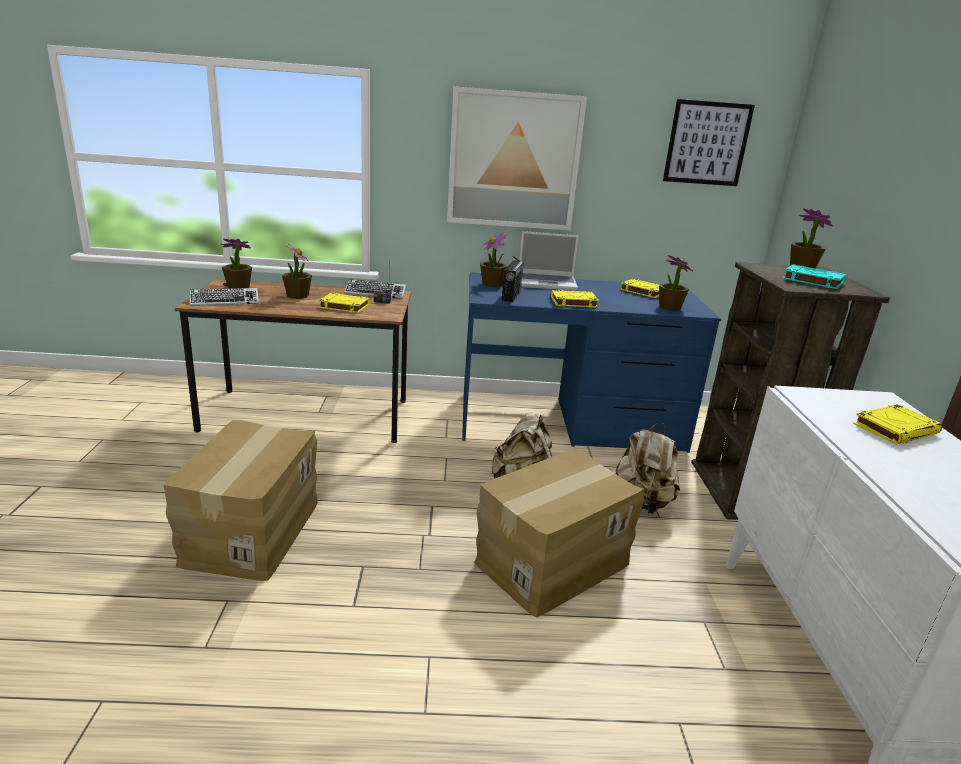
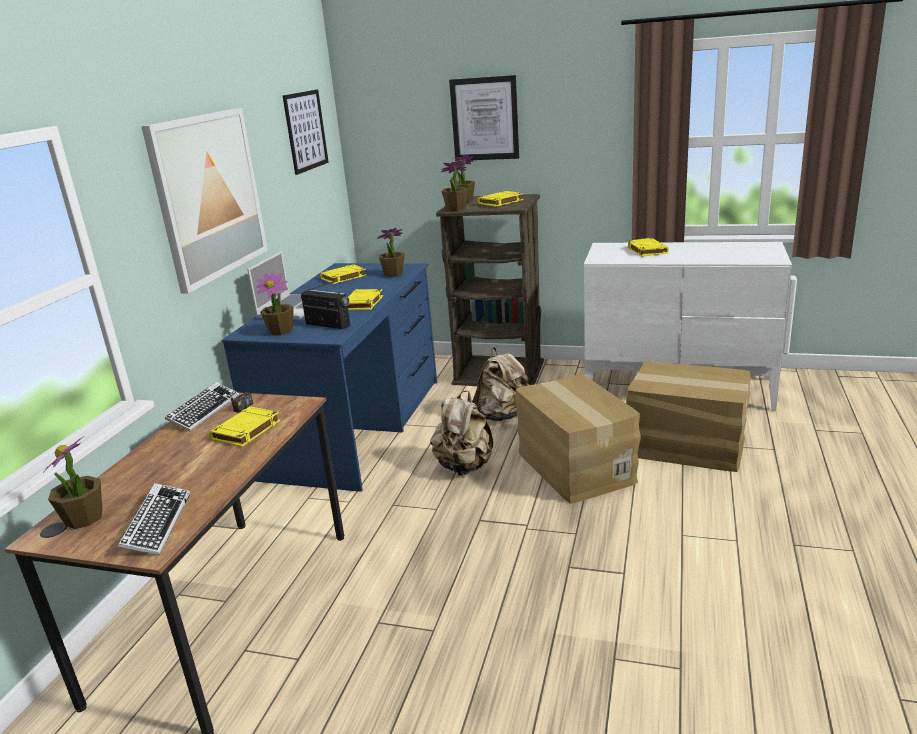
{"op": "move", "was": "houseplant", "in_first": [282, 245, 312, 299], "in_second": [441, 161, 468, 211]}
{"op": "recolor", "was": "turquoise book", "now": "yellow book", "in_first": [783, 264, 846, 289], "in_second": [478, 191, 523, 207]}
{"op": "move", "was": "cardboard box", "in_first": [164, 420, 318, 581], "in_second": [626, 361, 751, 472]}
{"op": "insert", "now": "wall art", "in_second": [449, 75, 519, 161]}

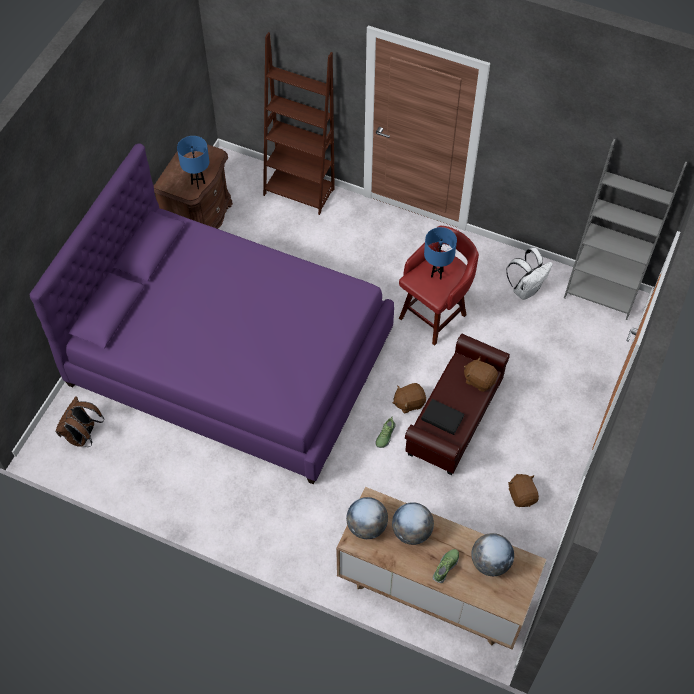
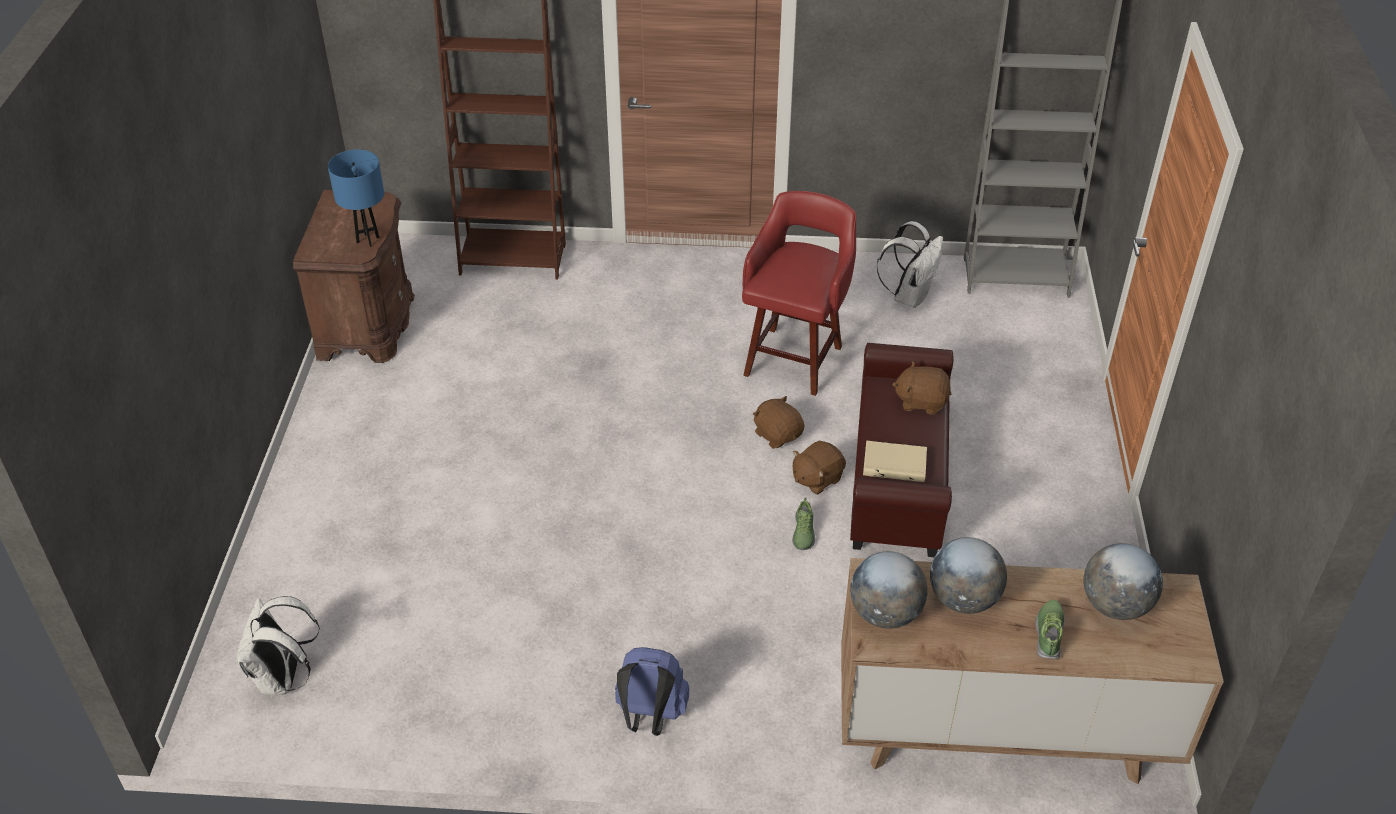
{"op": "delete", "was": "purple bedroom bed", "in_first": [30, 144, 394, 484]}
{"op": "delete", "was": "blue-coloured lamp for a table", "in_first": [424, 227, 457, 279]}
{"op": "recolor", "was": "brown-coloured knapsack", "now": "white-coloured knapsack", "in_first": [56, 396, 104, 447], "in_second": [237, 596, 320, 695]}
{"op": "recolor", "was": "black book", "now": "beige-coloured book", "in_first": [421, 399, 465, 435], "in_second": [863, 440, 927, 482]}
{"op": "move", "was": "brown-coloured soft toy", "in_first": [508, 474, 539, 507], "in_second": [753, 396, 804, 449]}
{"op": "insert", "now": "blue-coloured knapsack", "in_second": [615, 647, 689, 736]}

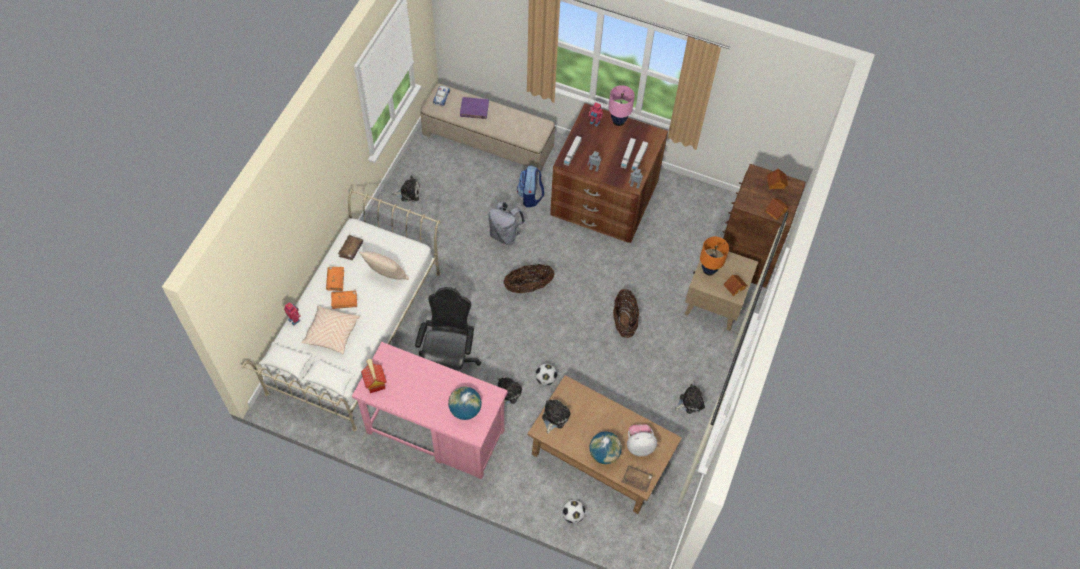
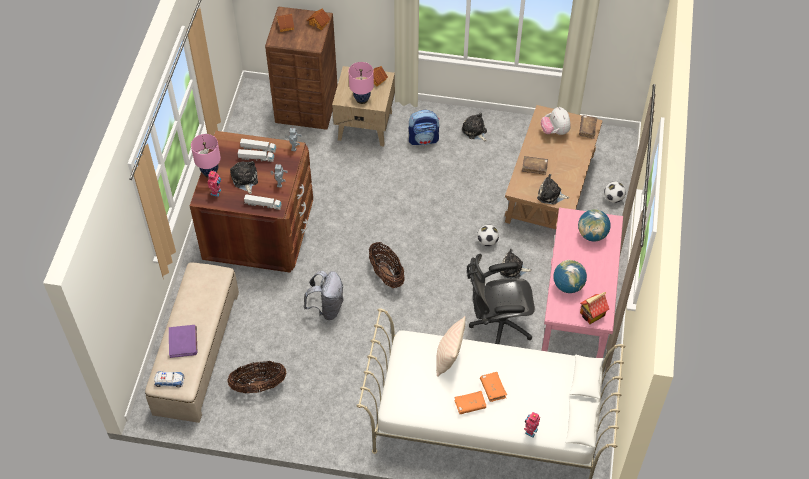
{"op": "move", "was": "knapsack", "in_first": [517, 166, 544, 207], "in_second": [409, 110, 440, 145]}
{"op": "move", "was": "soft toy", "in_first": [393, 176, 420, 202], "in_second": [230, 161, 258, 194]}
{"op": "move", "was": "brown-coloured book", "in_first": [338, 235, 363, 260], "in_second": [522, 156, 548, 175]}
{"op": "recolor", "was": "orangey lamp for a table", "now": "pink-coloured lamp for a table", "in_first": [700, 237, 729, 275], "in_second": [349, 62, 374, 104]}
{"op": "move", "was": "basket", "in_first": [613, 289, 639, 338], "in_second": [227, 361, 286, 393]}
{"op": "delete", "was": "beige-coloured pillow", "in_first": [301, 306, 360, 354]}
{"op": "move", "was": "desk globe", "in_first": [590, 432, 622, 464], "in_second": [553, 260, 587, 293]}

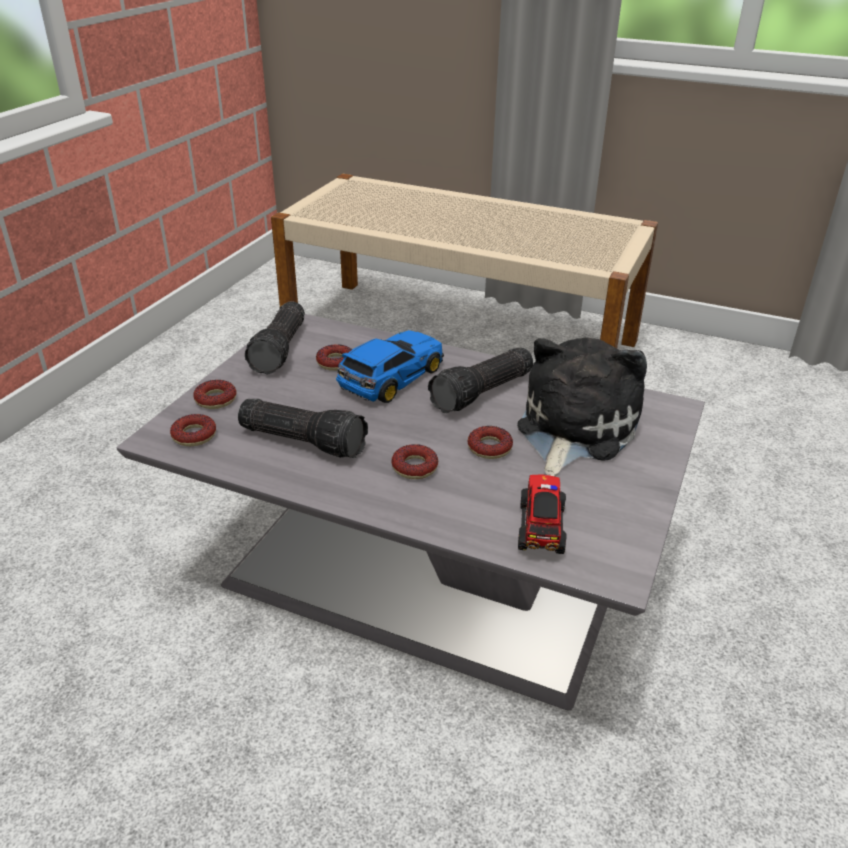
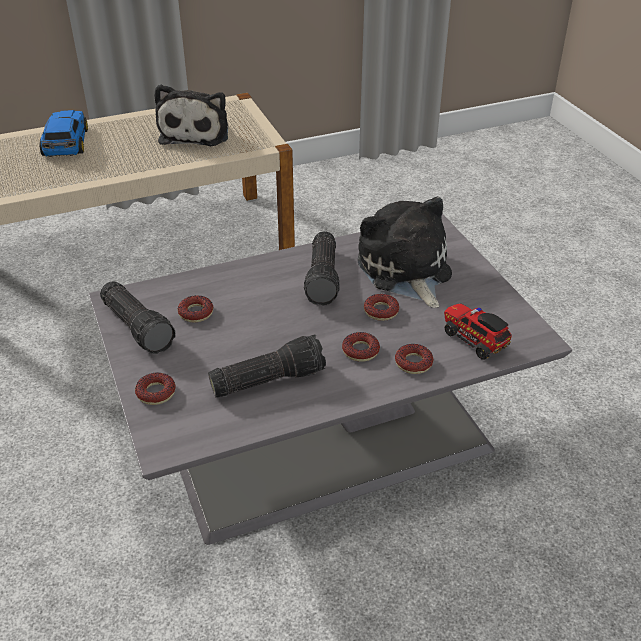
{"op": "move", "was": "miniature car", "in_first": [336, 330, 444, 403], "in_second": [39, 110, 88, 157]}
{"op": "move", "was": "doughnut", "in_first": [170, 414, 216, 446], "in_second": [395, 344, 433, 374]}
{"op": "insert", "now": "soft toy", "in_second": [154, 84, 228, 146]}

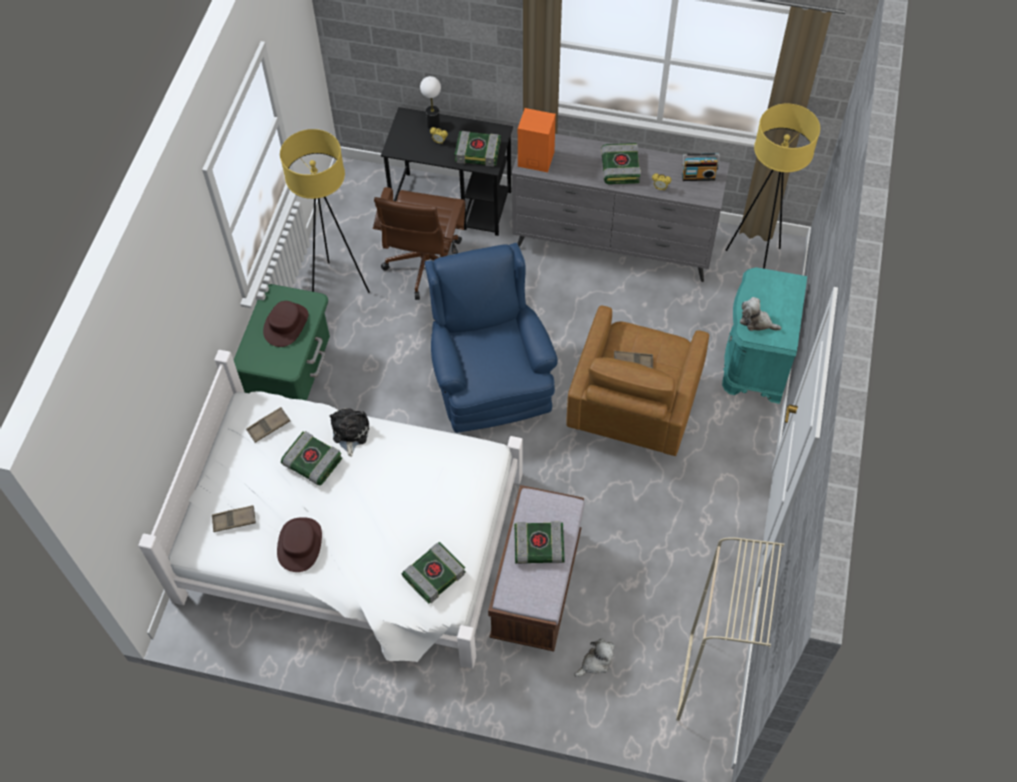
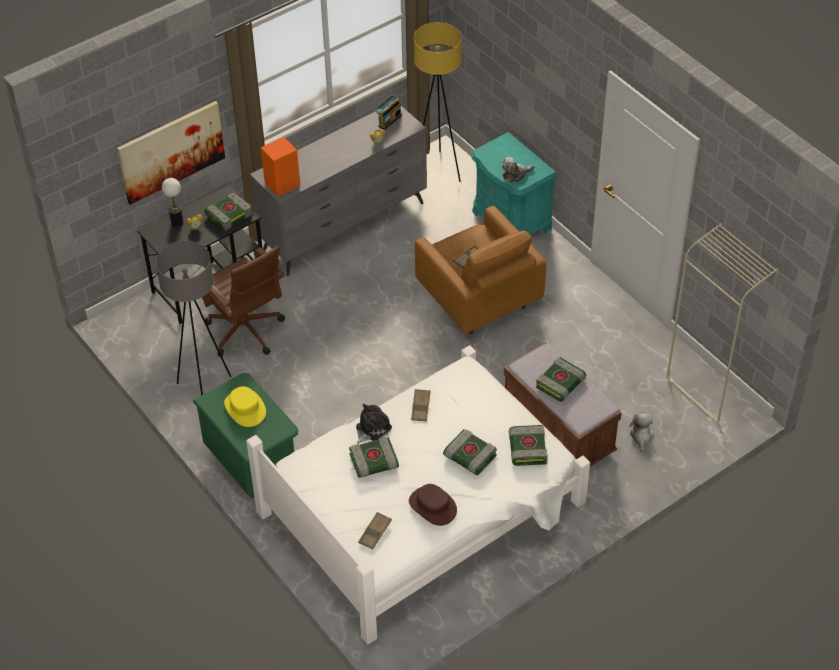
{"op": "recolor", "was": "yellow floor lamp", "now": "grey floor lamp", "in_first": [280, 129, 370, 293], "in_second": [156, 241, 231, 396]}
{"op": "move", "was": "book", "in_first": [601, 143, 641, 184], "in_second": [443, 429, 497, 475]}
{"op": "delete", "was": "blue-coloured armchair", "in_first": [425, 243, 558, 433]}
{"op": "recolor", "was": "brown-coloured hat", "now": "yellow hat", "in_first": [263, 301, 308, 347], "in_second": [224, 386, 266, 427]}
{"op": "move", "was": "brown-coloured tray", "in_first": [246, 407, 290, 443], "in_second": [411, 389, 430, 422]}
{"op": "rotate", "was": "soft toy", "in_first": [330, 408, 369, 457], "in_second": [356, 404, 392, 444], "clockwise": 90}
{"op": "insert", "now": "wall art", "in_second": [117, 101, 225, 205]}

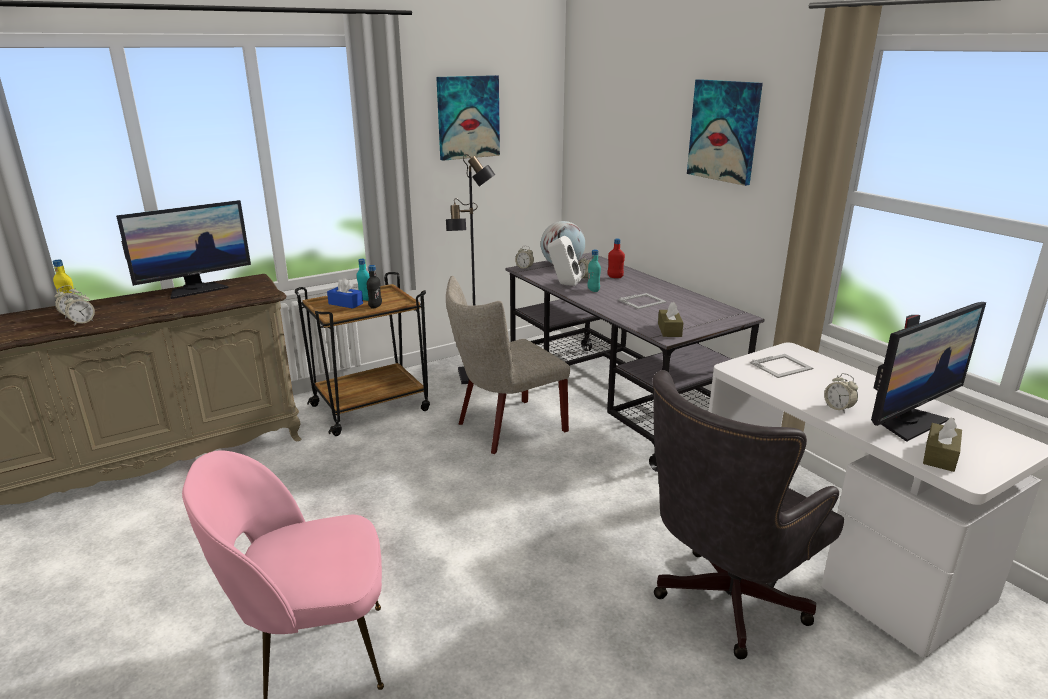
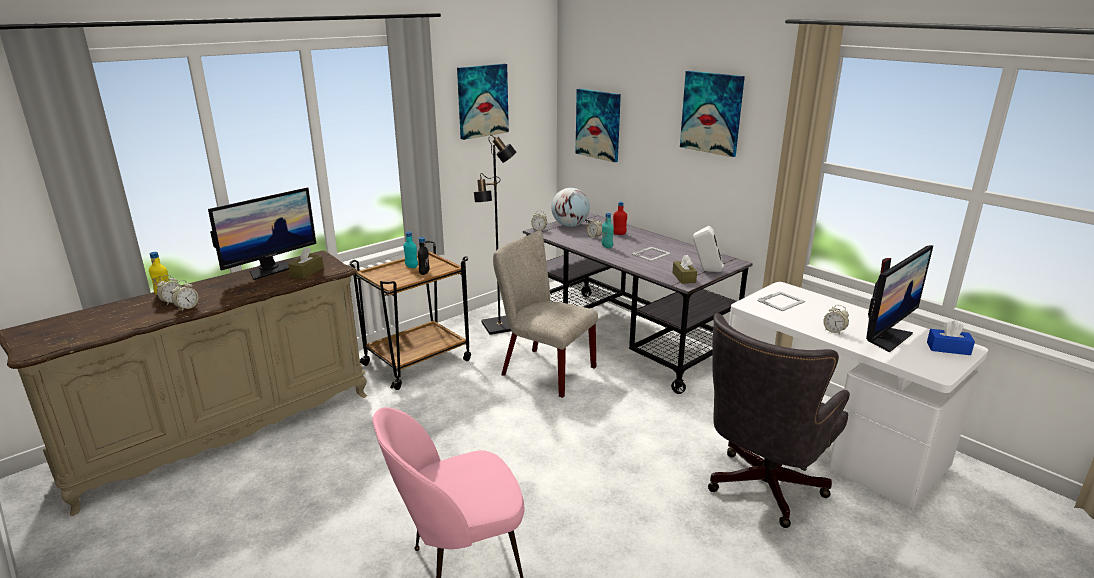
{"op": "move", "was": "white-coloured audio speaker", "in_first": [548, 236, 582, 286], "in_second": [693, 226, 724, 272]}
{"op": "rotate", "was": "beige-coloured chair", "in_first": [446, 276, 570, 454], "in_second": [493, 230, 598, 398], "clockwise": 75}
{"op": "move", "was": "blue-coloured tissue holder", "in_first": [327, 278, 363, 309], "in_second": [927, 320, 975, 355]}
{"op": "move", "was": "brown-coloured tissue holder", "in_first": [923, 417, 962, 472], "in_second": [288, 248, 324, 279]}
{"op": "insert", "now": "wall art", "in_second": [576, 89, 621, 163]}

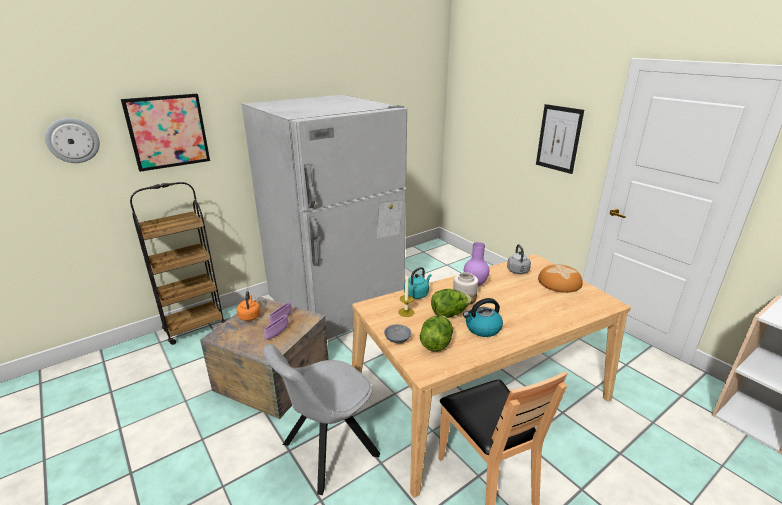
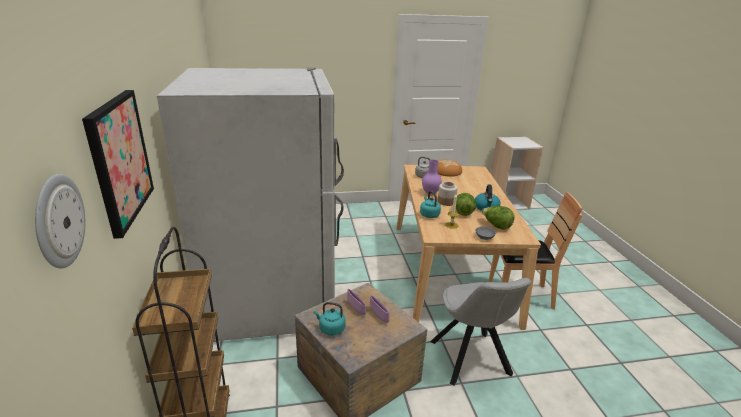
{"op": "delete", "was": "wall art", "in_first": [536, 104, 584, 174]}
{"op": "recolor", "was": "orangey kettle", "now": "turquoise kettle", "in_first": [236, 291, 261, 321], "in_second": [313, 302, 346, 335]}

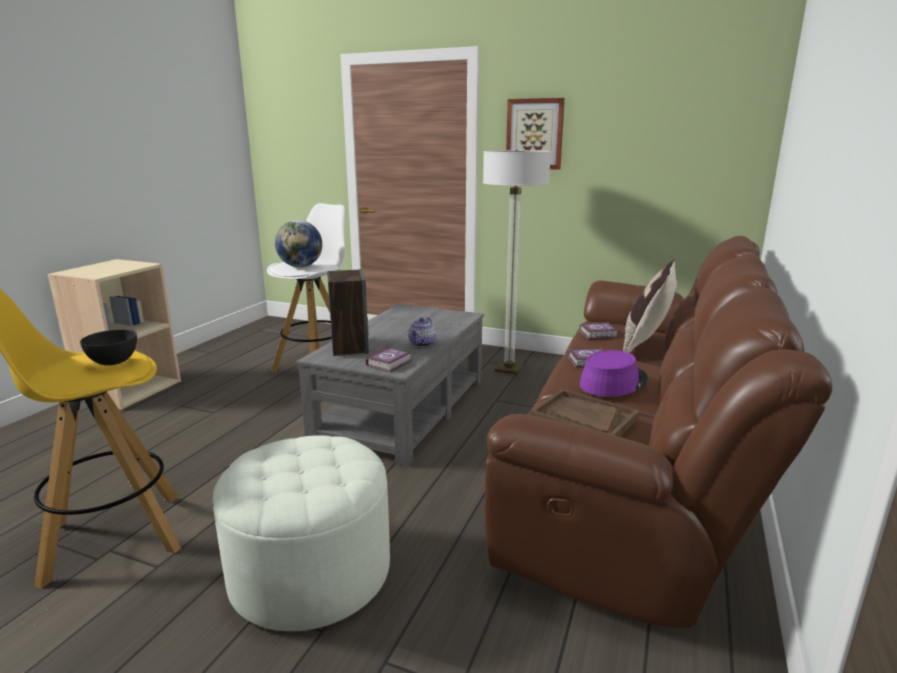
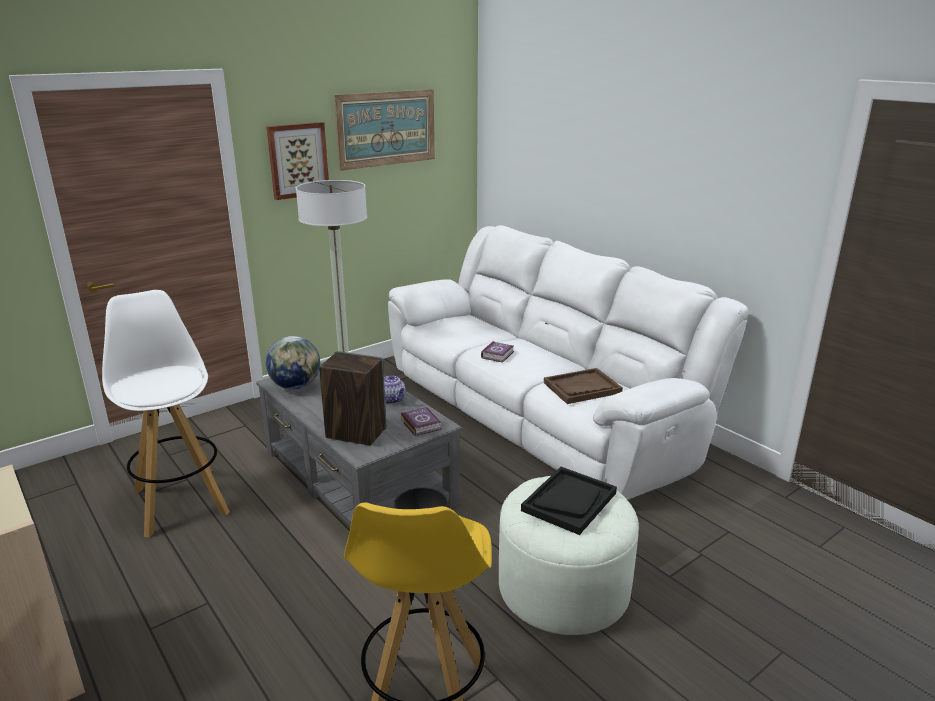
{"op": "move", "was": "desk globe", "in_first": [275, 220, 322, 267], "in_second": [266, 336, 320, 390]}
{"op": "recolor", "was": "brown-coloured sofa", "now": "white-coloured sofa", "in_first": [485, 236, 832, 628], "in_second": [388, 225, 748, 500]}
{"op": "delete", "was": "pillow", "in_first": [623, 260, 677, 353]}
{"op": "delete", "was": "book", "in_first": [579, 322, 618, 339]}
{"op": "delete", "was": "purple hat", "in_first": [579, 350, 648, 397]}
{"op": "insert", "now": "wall art", "in_second": [334, 89, 435, 171]}
{"op": "insert", "now": "black tray", "in_second": [521, 467, 617, 535]}

